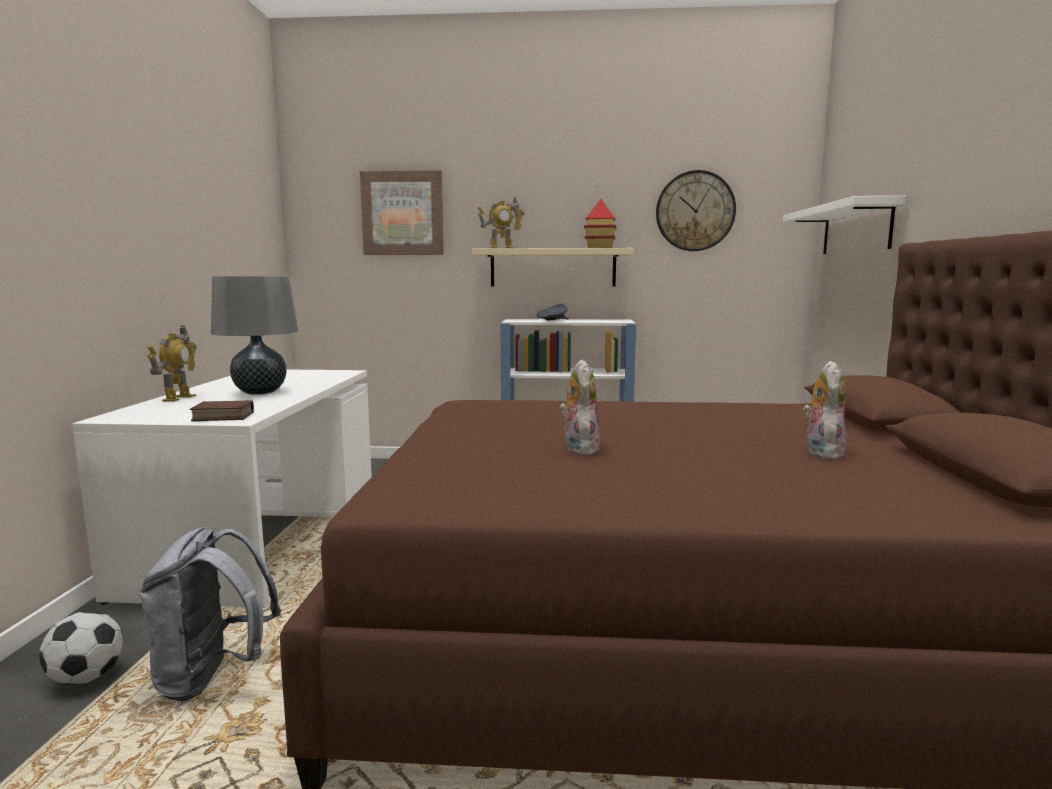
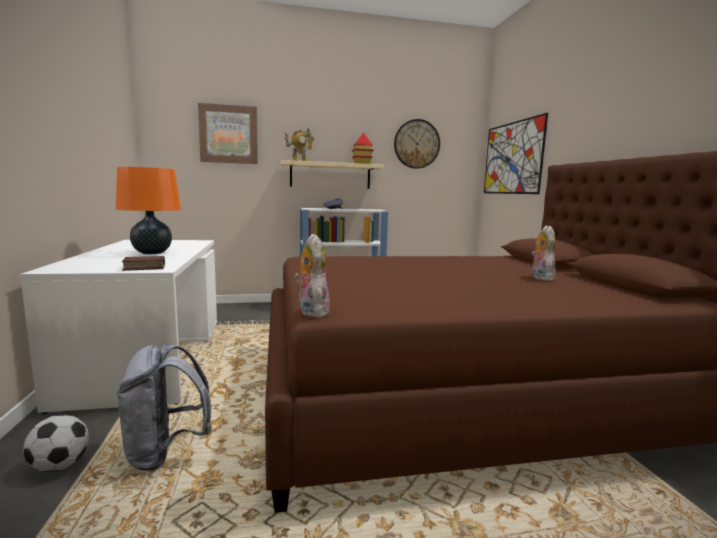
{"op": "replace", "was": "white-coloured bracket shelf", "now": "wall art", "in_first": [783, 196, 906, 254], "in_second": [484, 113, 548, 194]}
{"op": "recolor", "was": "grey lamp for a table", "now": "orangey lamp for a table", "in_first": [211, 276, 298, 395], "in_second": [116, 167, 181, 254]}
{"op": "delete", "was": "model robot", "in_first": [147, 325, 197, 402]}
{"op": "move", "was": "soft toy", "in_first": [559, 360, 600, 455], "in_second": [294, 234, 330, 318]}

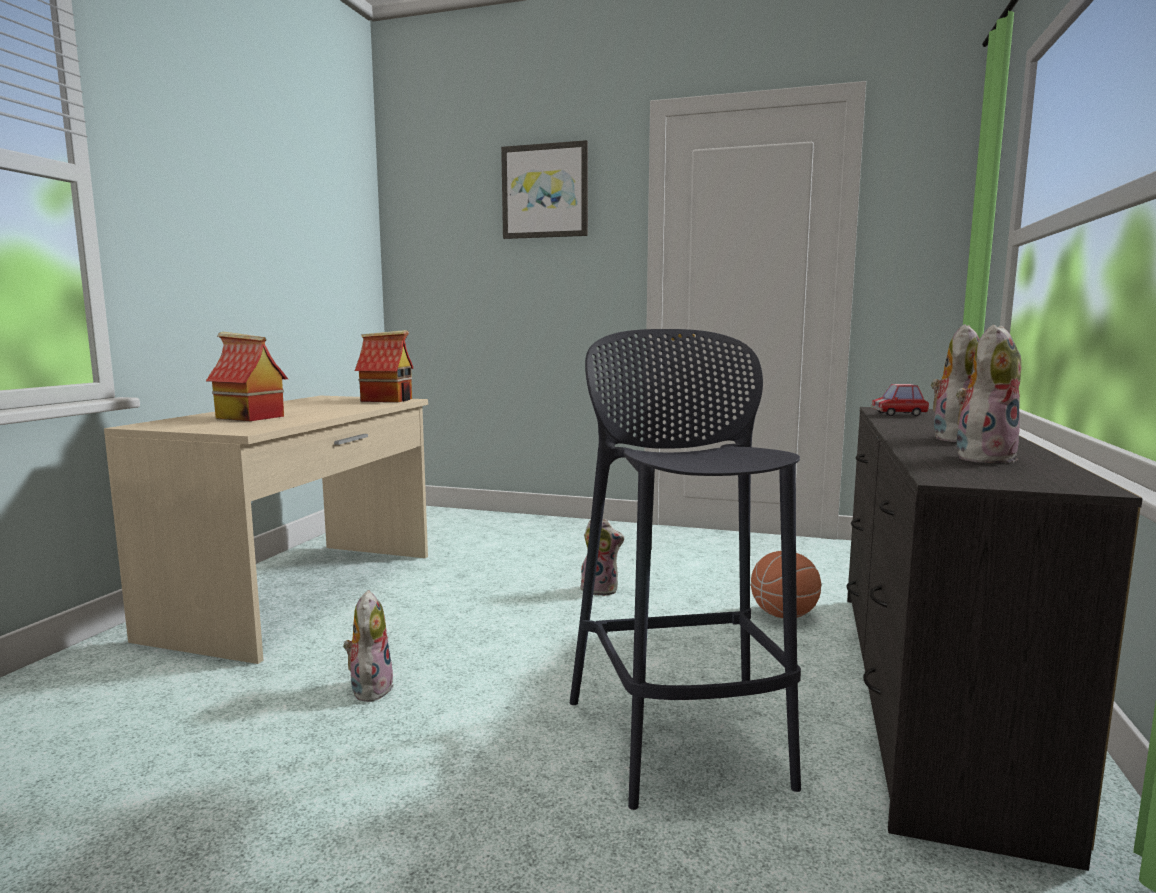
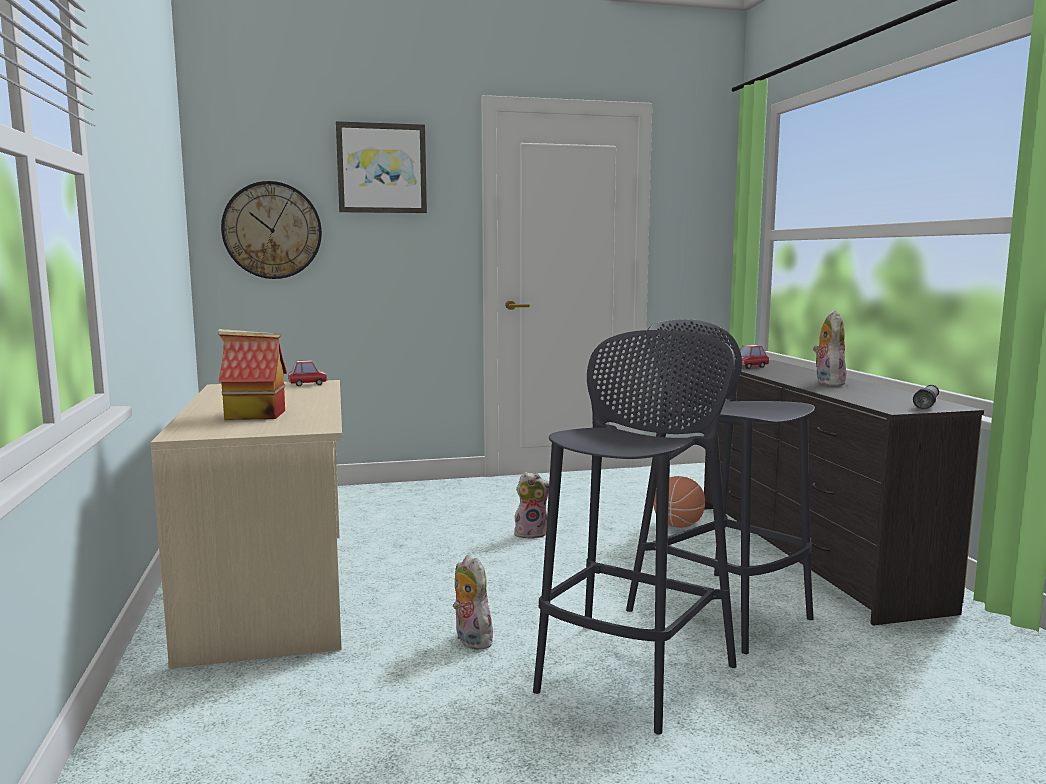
{"op": "delete", "was": "soft toy", "in_first": [956, 324, 1021, 463]}
{"op": "replace", "was": "miniature house", "now": "miniature car", "in_first": [355, 330, 414, 402], "in_second": [288, 360, 327, 386]}
{"op": "insert", "now": "hanging clock", "in_second": [221, 181, 322, 279]}
{"op": "insert", "now": "grey stool seat", "in_second": [533, 330, 737, 735]}
{"op": "insert", "now": "hand torch", "in_second": [913, 385, 939, 409]}

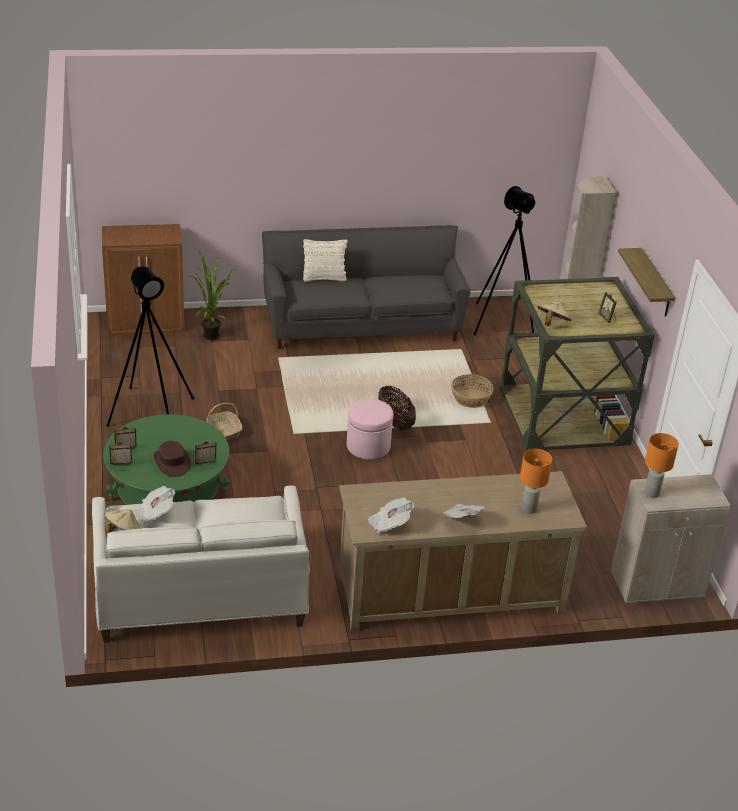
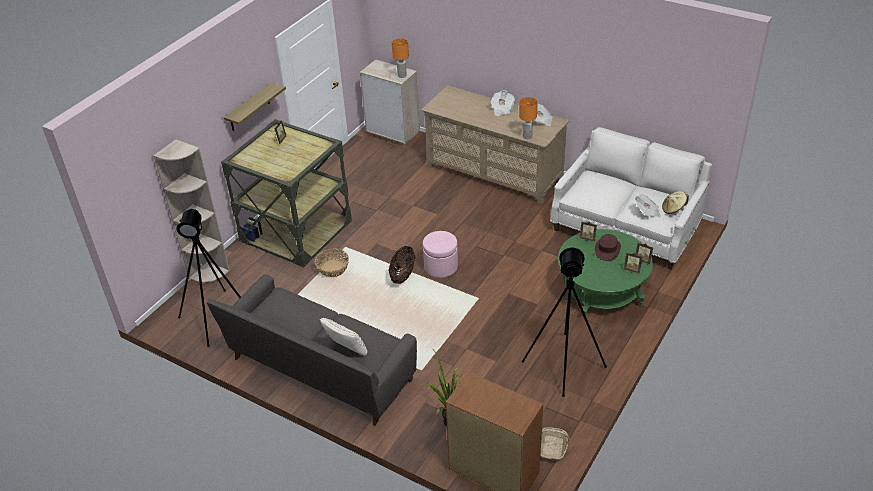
{"op": "delete", "was": "beige-coloured hat", "in_first": [538, 301, 571, 326]}
{"op": "move", "was": "basket", "in_first": [206, 403, 242, 440], "in_second": [540, 427, 570, 461]}
{"op": "move", "was": "orangey lamp for a table", "in_first": [520, 449, 552, 514], "in_second": [519, 97, 538, 139]}

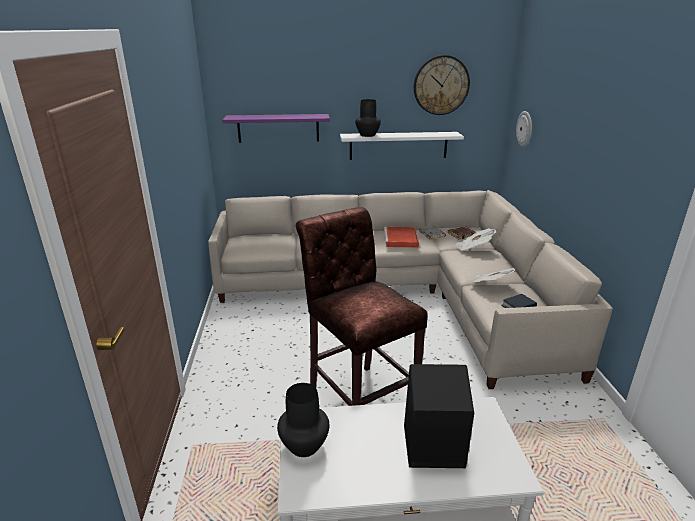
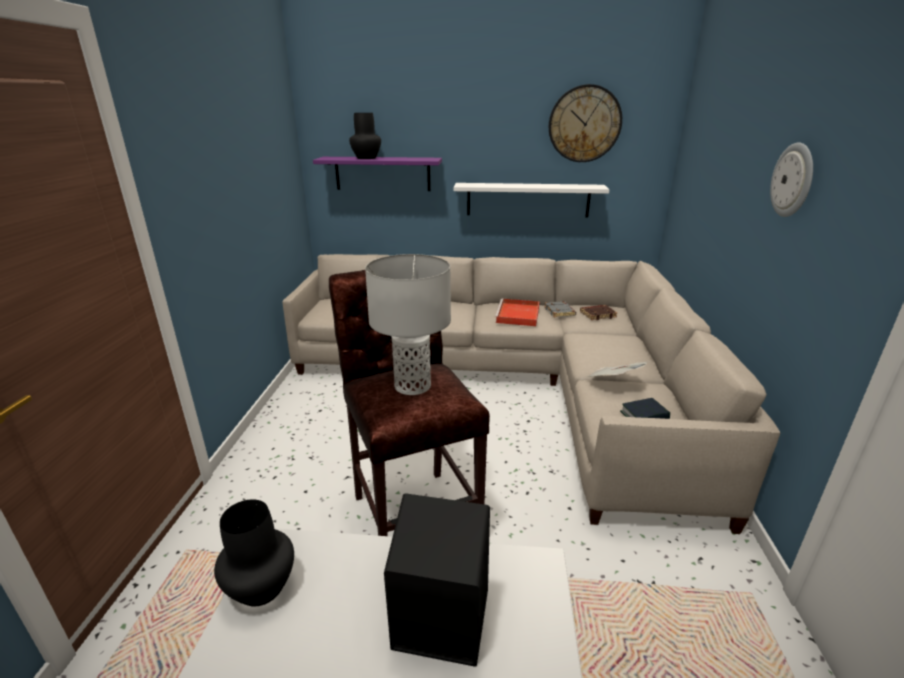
{"op": "move", "was": "black decorative vase", "in_first": [355, 99, 381, 137], "in_second": [349, 113, 381, 159]}
{"op": "move", "was": "hanging clock", "in_first": [516, 111, 532, 147], "in_second": [770, 142, 813, 217]}
{"op": "delete", "was": "daily paper", "in_first": [454, 228, 496, 251]}
{"op": "insert", "now": "white-coloured lamp for a table", "in_second": [365, 254, 451, 395]}

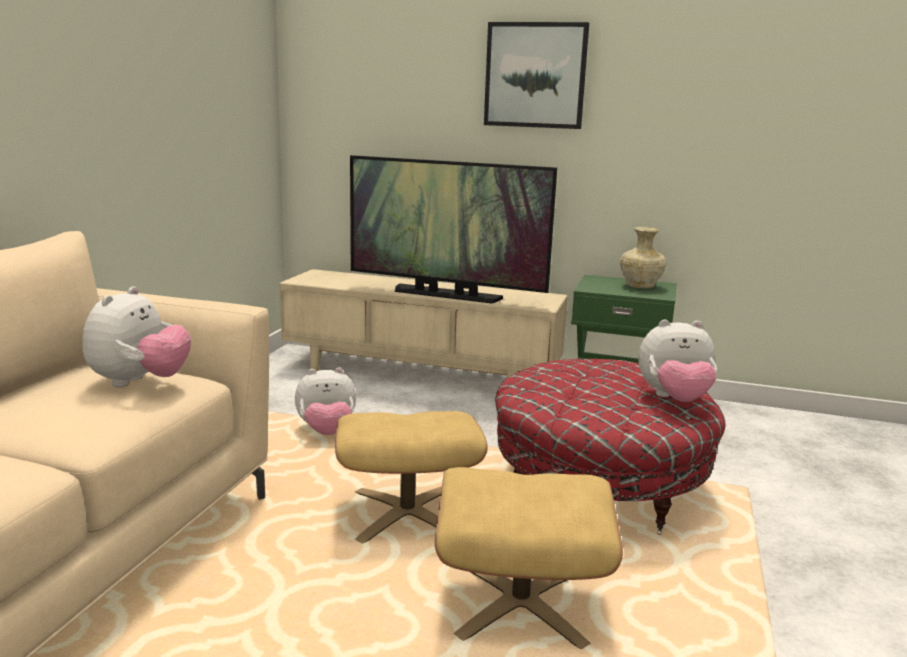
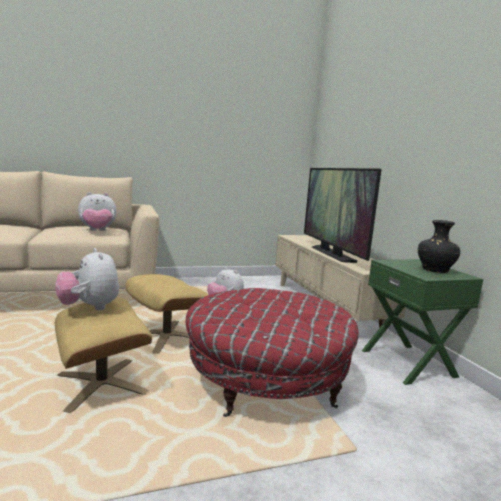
{"op": "delete", "was": "wall art", "in_first": [484, 22, 589, 129]}
{"op": "recolor", "was": "beige-coloured decorative vase", "now": "black decorative vase", "in_first": [620, 227, 666, 289], "in_second": [418, 220, 461, 273]}
{"op": "move", "was": "soft toy", "in_first": [638, 319, 717, 402], "in_second": [55, 248, 119, 310]}

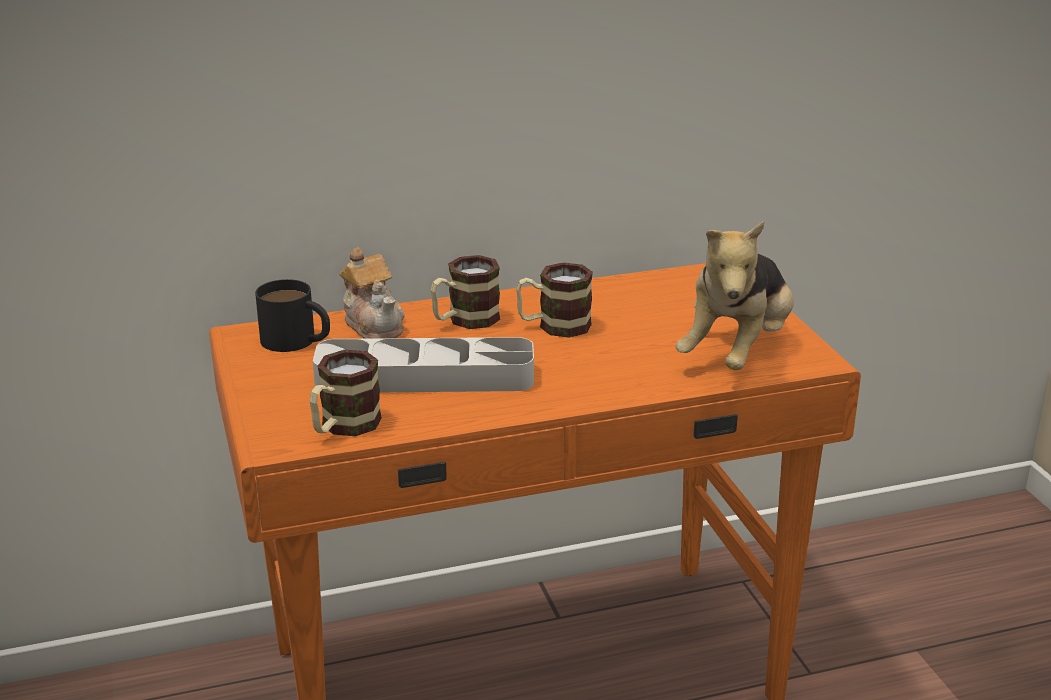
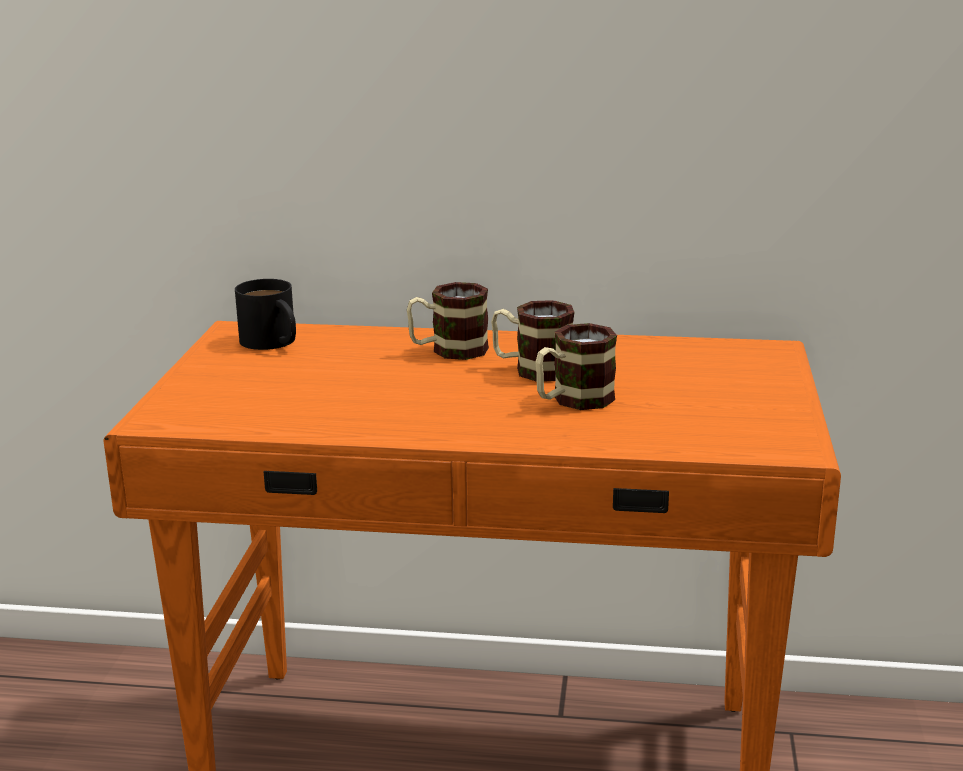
{"op": "delete", "was": "soft toy", "in_first": [675, 221, 794, 370]}
{"op": "delete", "was": "pot for tea", "in_first": [340, 247, 405, 339]}
{"op": "delete", "was": "grey tray", "in_first": [313, 337, 534, 392]}
{"op": "move", "was": "tea mug", "in_first": [310, 350, 382, 436], "in_second": [535, 323, 617, 410]}

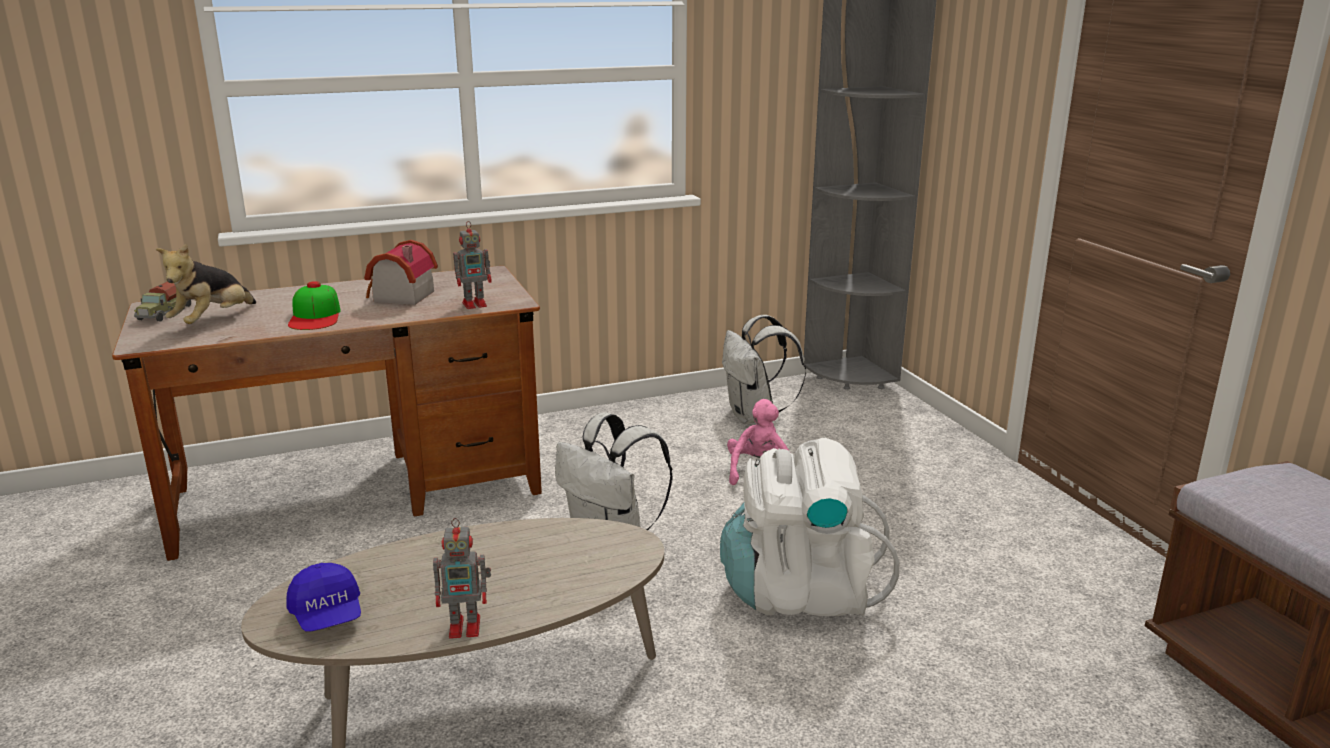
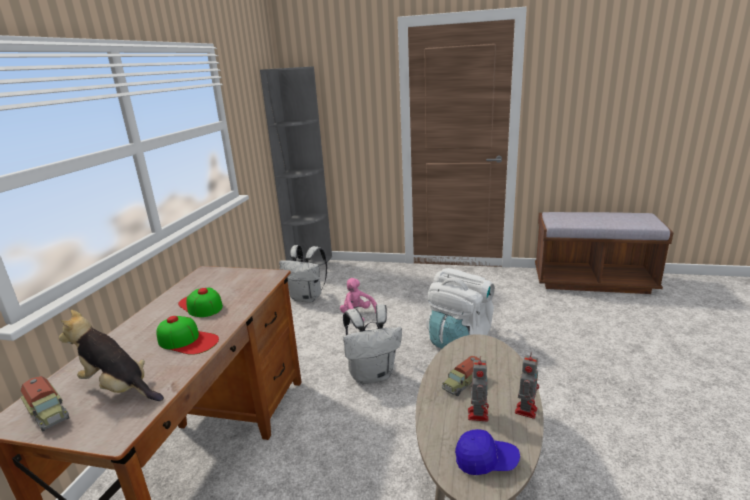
{"op": "move", "was": "model robot", "in_first": [453, 221, 492, 309], "in_second": [468, 360, 489, 422]}
{"op": "replace", "was": "miniature house", "now": "baseball cap", "in_first": [364, 240, 438, 305], "in_second": [178, 288, 223, 317]}
{"op": "rotate", "was": "soft toy", "in_first": [156, 244, 256, 324], "in_second": [59, 310, 164, 401], "clockwise": 150}
{"op": "insert", "now": "model truck", "in_second": [442, 356, 480, 396]}

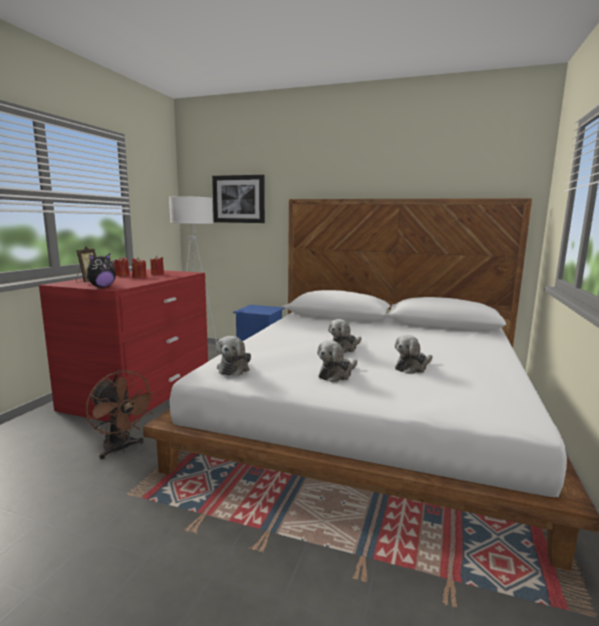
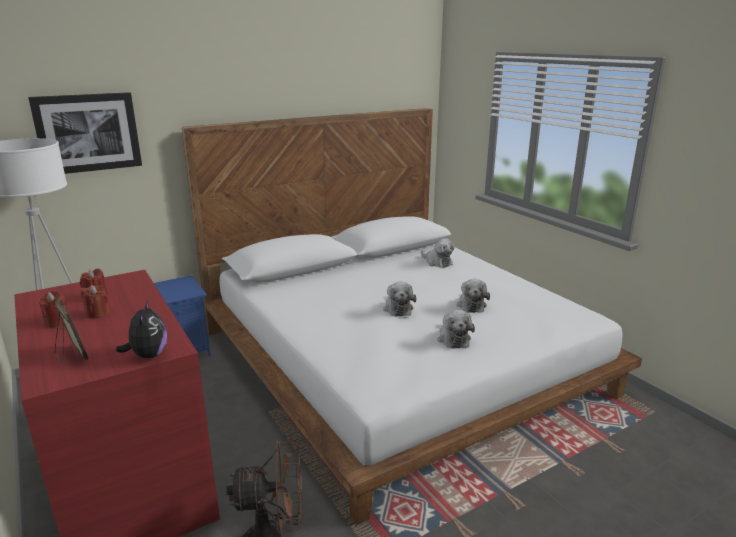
{"op": "move", "was": "soft toy", "in_first": [217, 336, 251, 376], "in_second": [421, 238, 455, 268]}

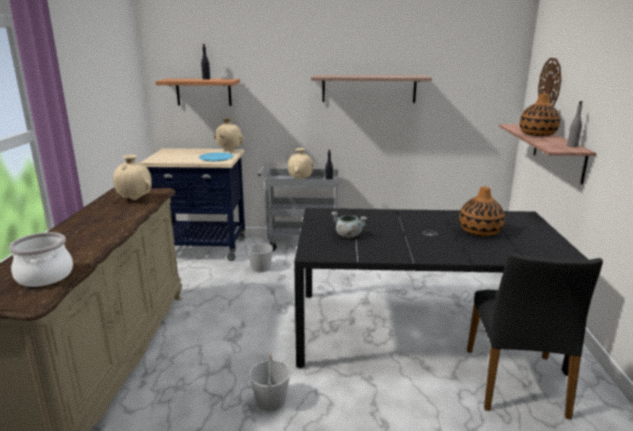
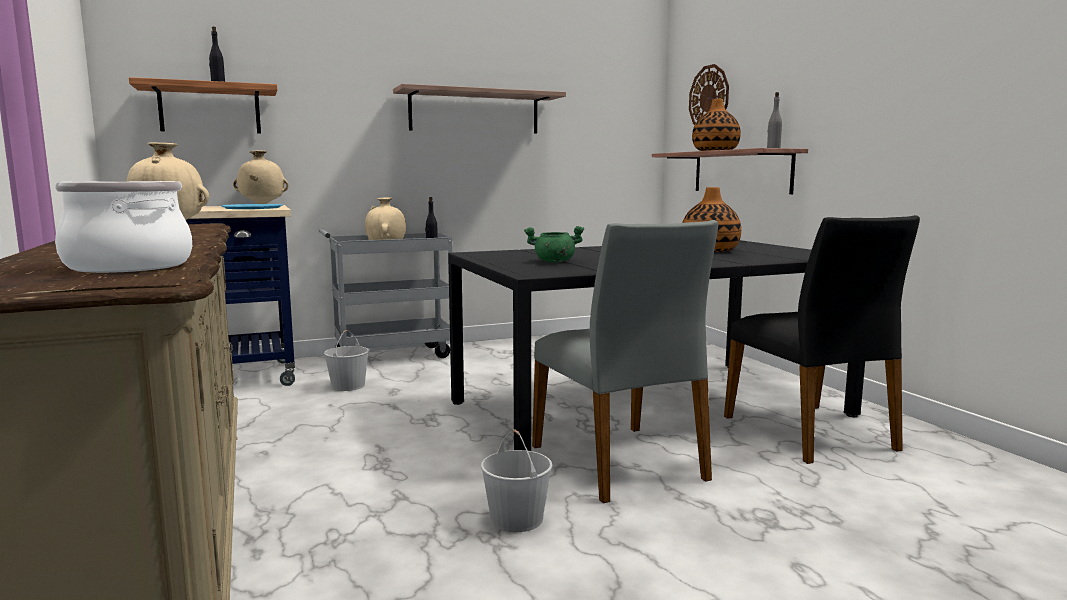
{"op": "recolor", "was": "grey cooking pot", "now": "green cooking pot", "in_first": [331, 211, 368, 238], "in_second": [524, 226, 584, 263]}
{"op": "insert", "now": "grey chair", "in_second": [532, 220, 718, 503]}

